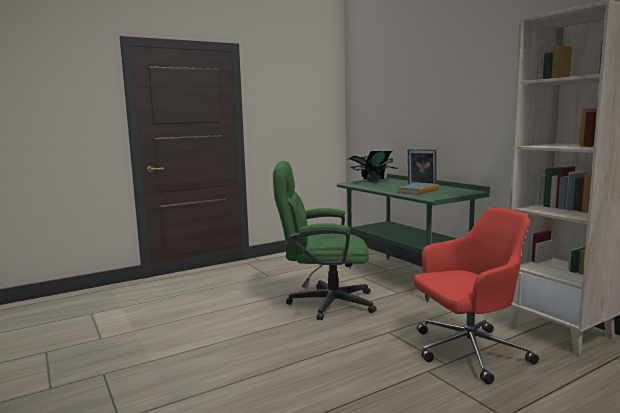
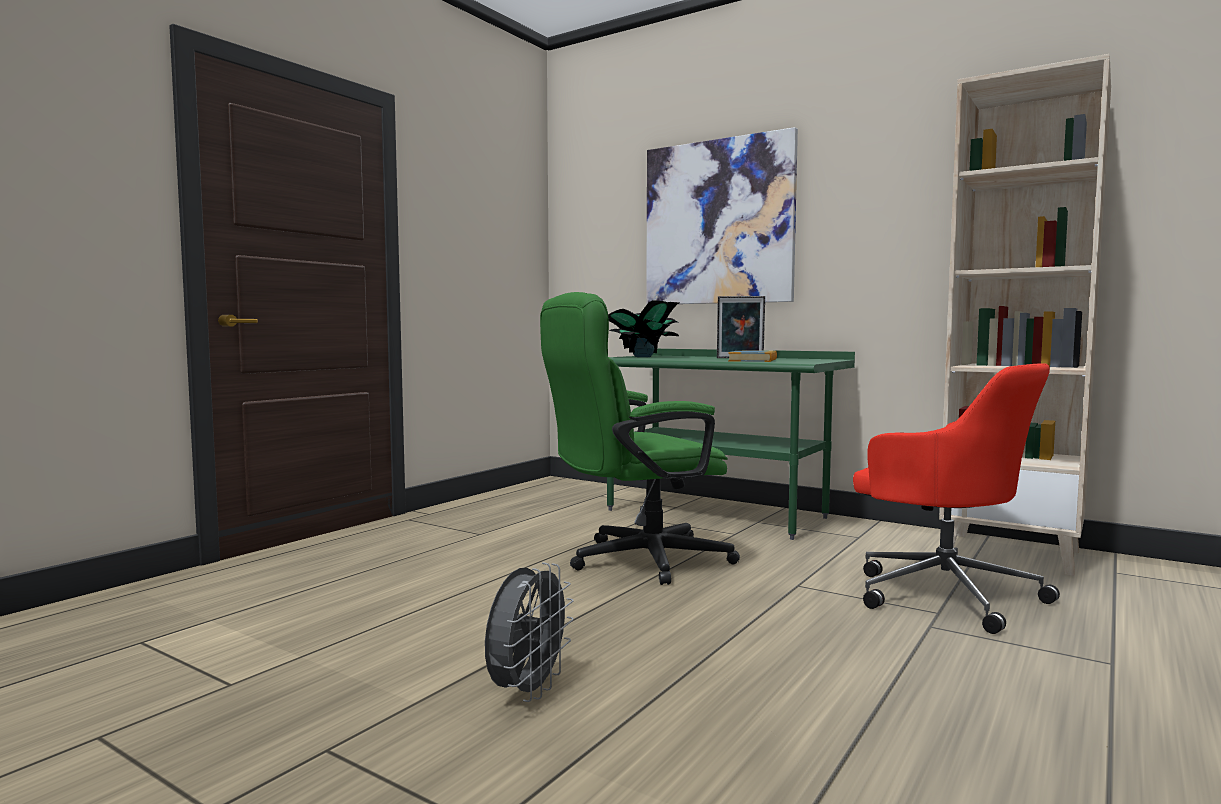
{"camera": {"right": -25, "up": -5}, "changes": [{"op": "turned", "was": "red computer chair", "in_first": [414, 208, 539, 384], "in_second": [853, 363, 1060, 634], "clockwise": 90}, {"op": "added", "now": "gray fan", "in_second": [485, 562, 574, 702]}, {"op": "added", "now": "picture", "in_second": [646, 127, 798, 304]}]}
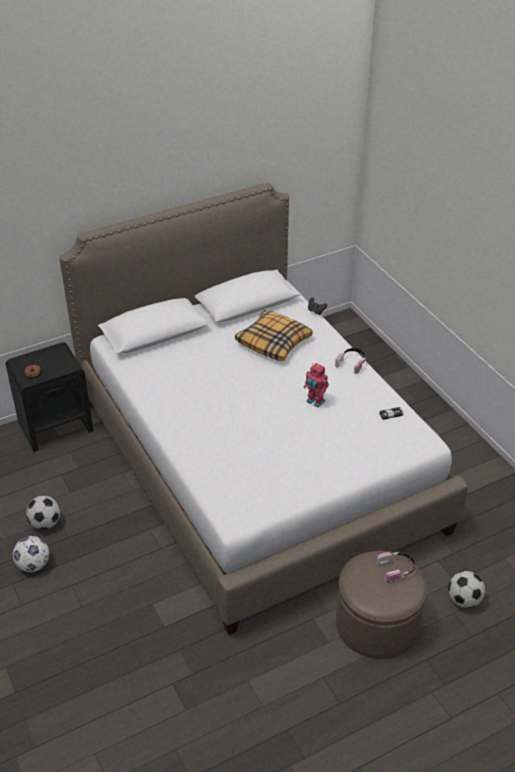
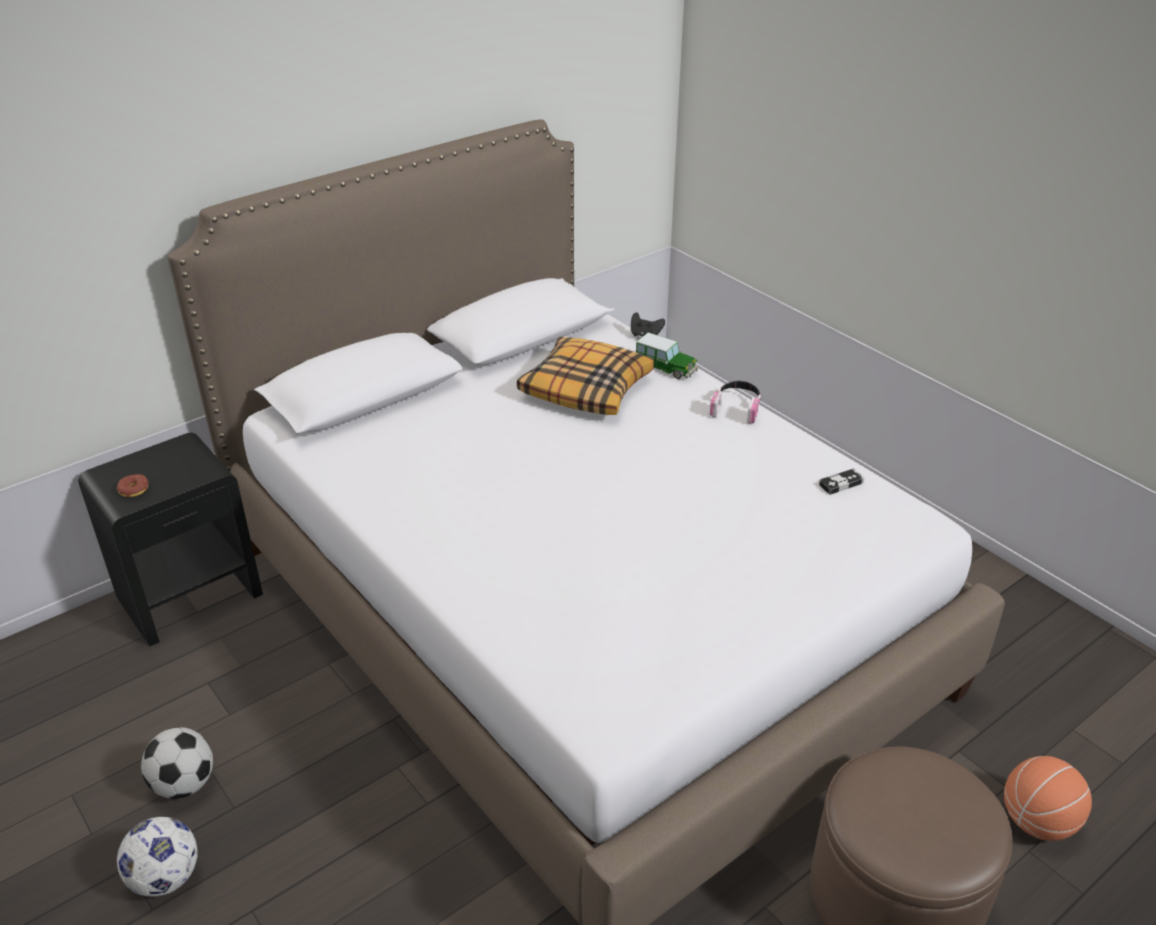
{"camera": {"right": -10, "up": -5}, "changes": [{"op": "removed", "was": "robot figure", "in_first": [303, 363, 329, 408]}, {"op": "removed", "was": "pair of headphones", "in_first": [377, 552, 415, 583]}, {"op": "replaced", "was": "football", "now": "basketball", "in_first": [448, 571, 485, 608], "in_second": [1004, 756, 1092, 841]}, {"op": "added", "now": "model car", "in_second": [636, 332, 699, 379]}]}
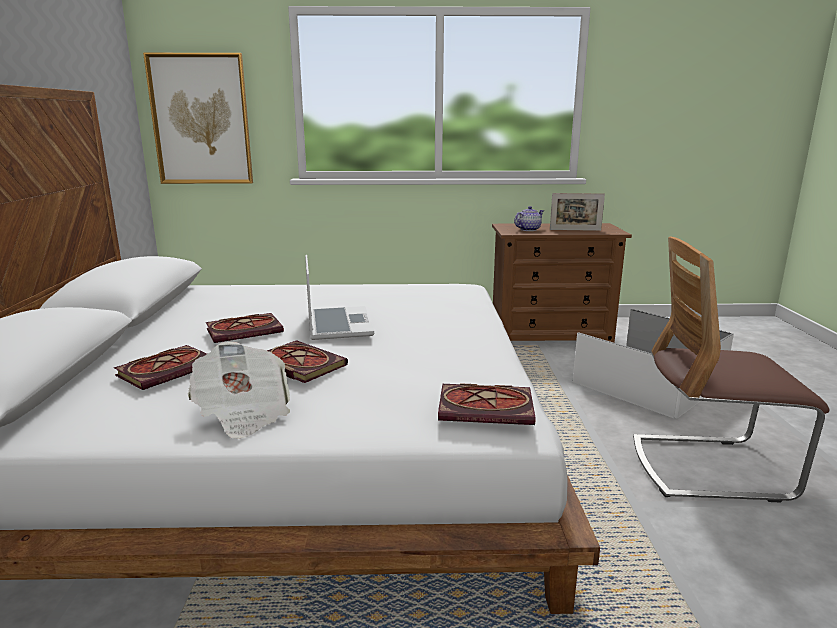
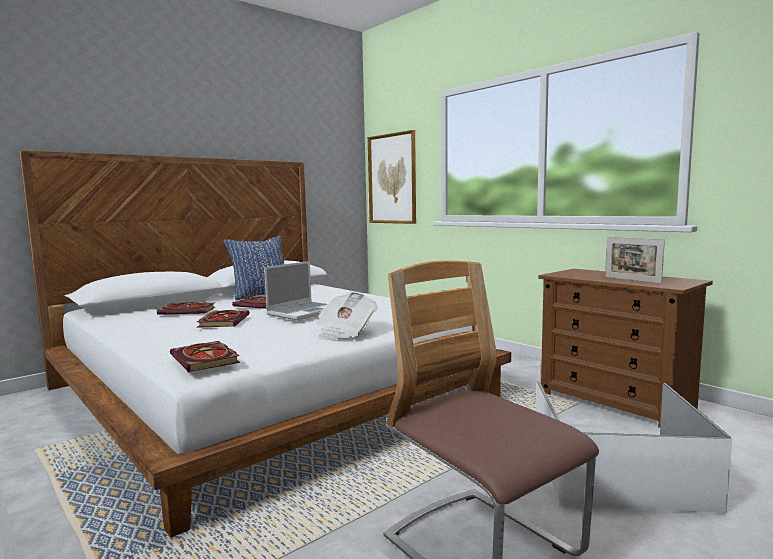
{"camera": {"right": 50, "up": -10}, "changes": [{"op": "moved", "was": "printed paper", "in_first": [188, 342, 290, 439], "in_second": [317, 292, 378, 340]}, {"op": "removed", "was": "tea pot", "in_first": [514, 206, 544, 231]}, {"op": "added", "now": "blue cushion", "in_second": [223, 236, 284, 300]}]}
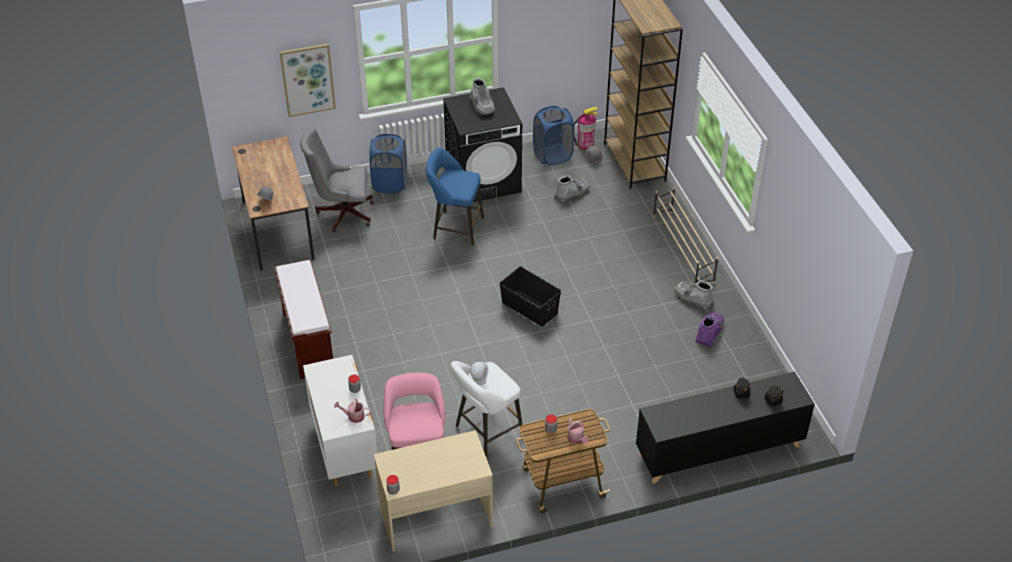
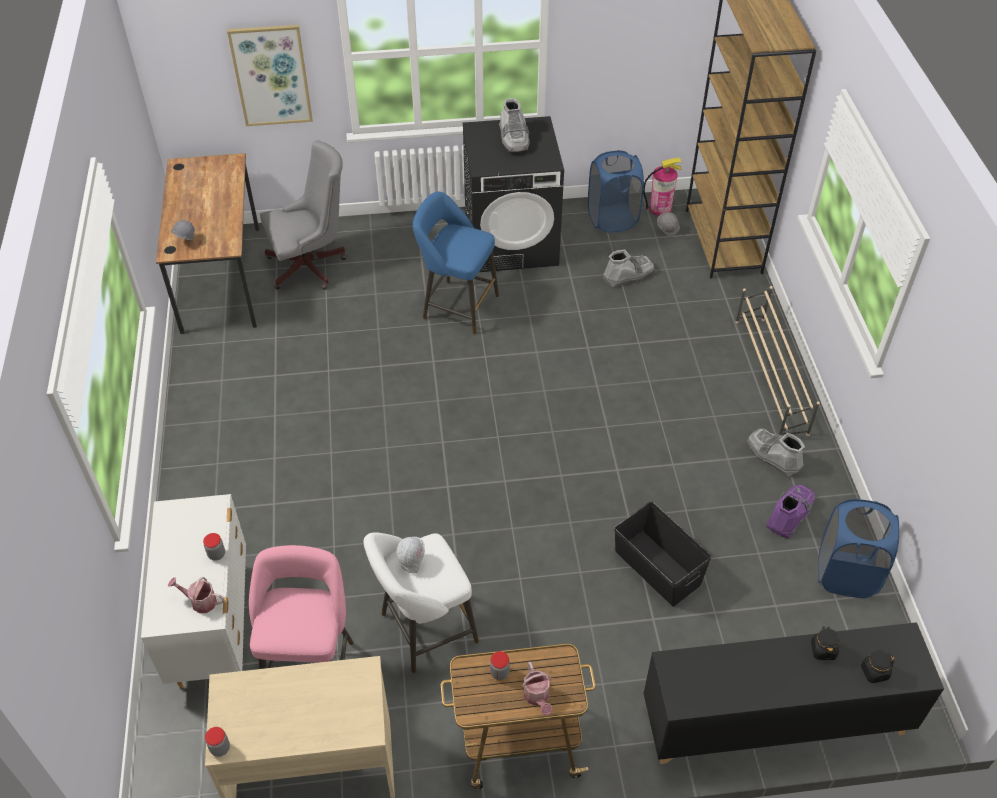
{"camera": {"right": 10, "up": 5}, "changes": [{"op": "removed", "was": "brown-coloured indoor bench", "in_first": [274, 260, 333, 379]}, {"op": "turned", "was": "gray computer chair", "in_first": [300, 128, 374, 232], "in_second": [260, 140, 347, 290], "clockwise": 150}, {"op": "moved", "was": "blue laundry basket", "in_first": [370, 134, 407, 194], "in_second": [818, 499, 899, 598]}, {"op": "moved", "was": "black-coloured storage box", "in_first": [500, 266, 561, 327], "in_second": [614, 501, 712, 607]}]}
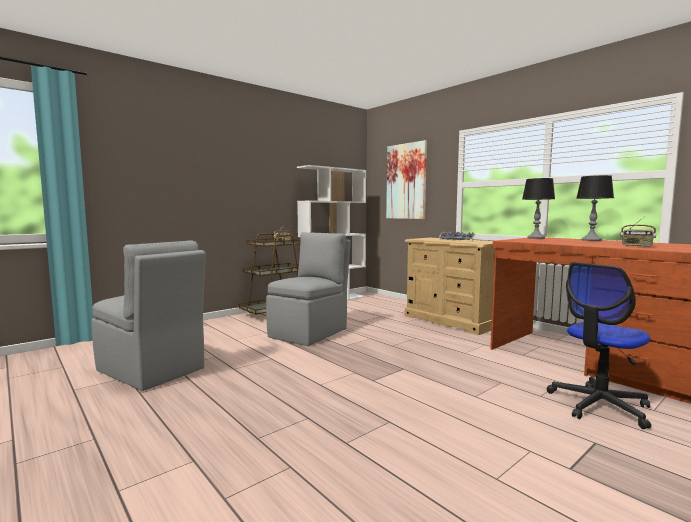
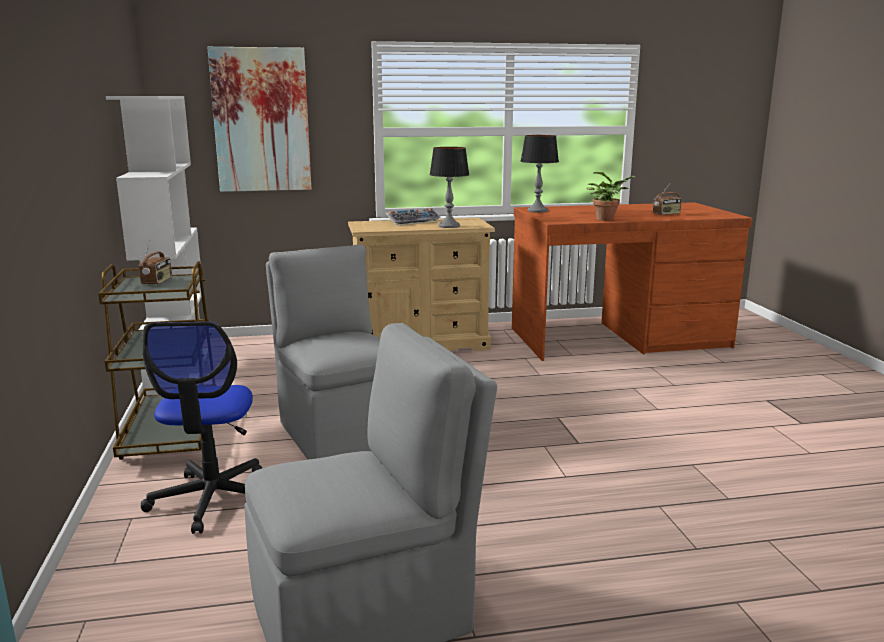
{"camera": {"right": -60, "up": 10}, "changes": [{"op": "moved", "was": "computer chair", "in_first": [547, 262, 651, 429], "in_second": [141, 322, 262, 534]}, {"op": "moved", "was": "table lamp", "in_first": [576, 175, 614, 241], "in_second": [430, 147, 469, 228]}, {"op": "added", "now": "houseplant", "in_second": [587, 172, 636, 221]}]}
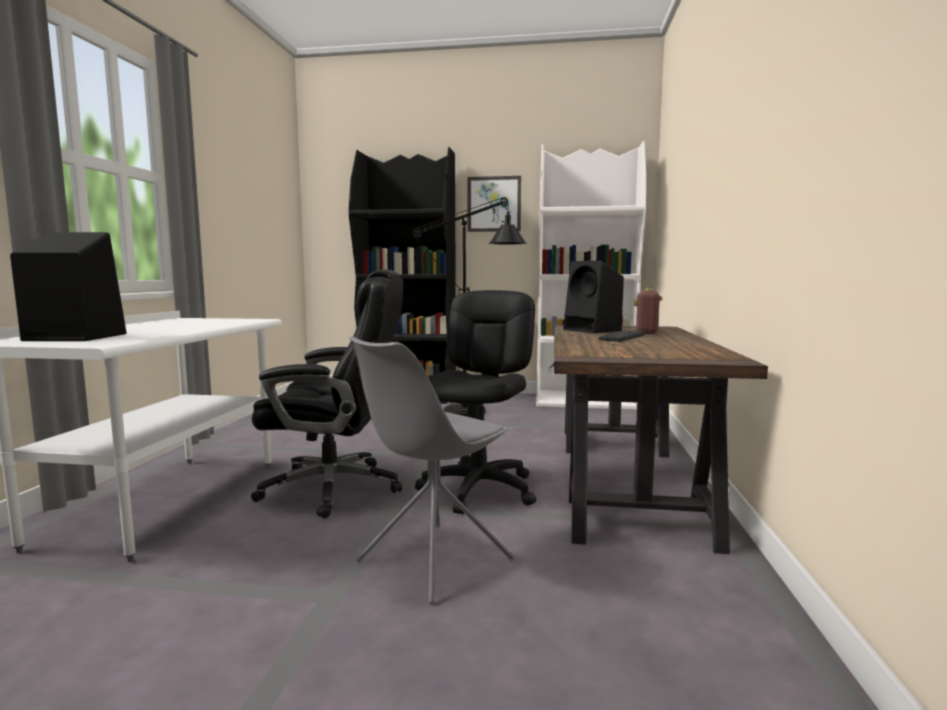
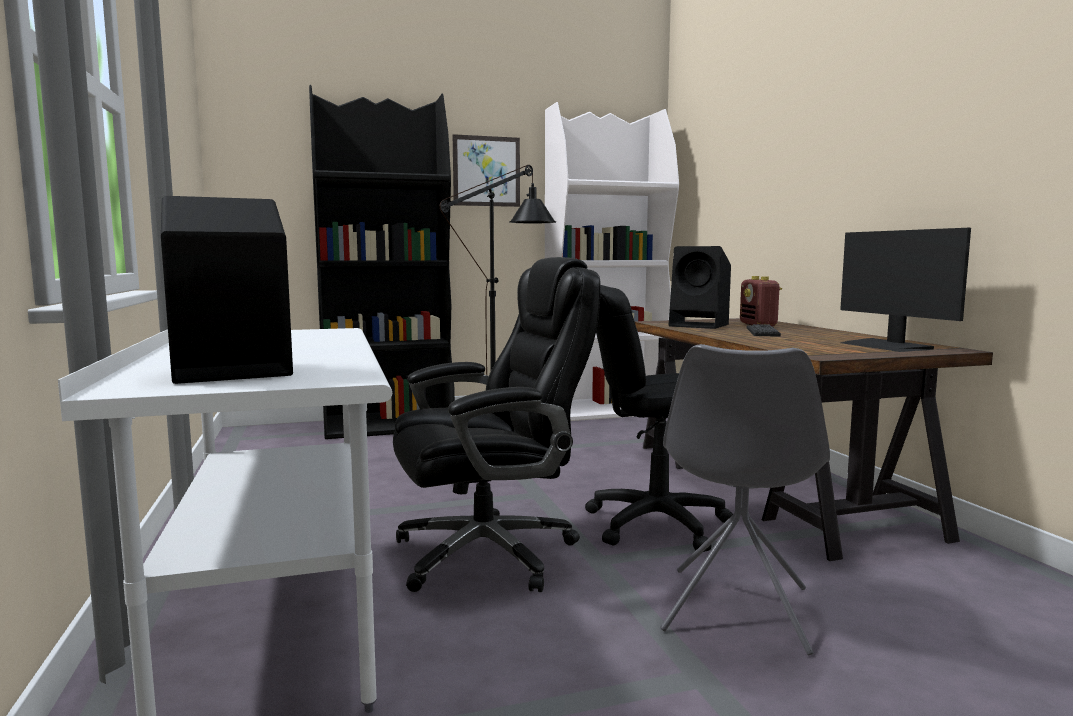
{"camera": {"right": -25, "up": 0}, "changes": [{"op": "turned", "was": "black-coloured computer chair", "in_first": [415, 290, 536, 514], "in_second": [585, 285, 733, 552], "clockwise": -90}, {"op": "added", "now": "computer screen", "in_second": [840, 228, 971, 352]}]}
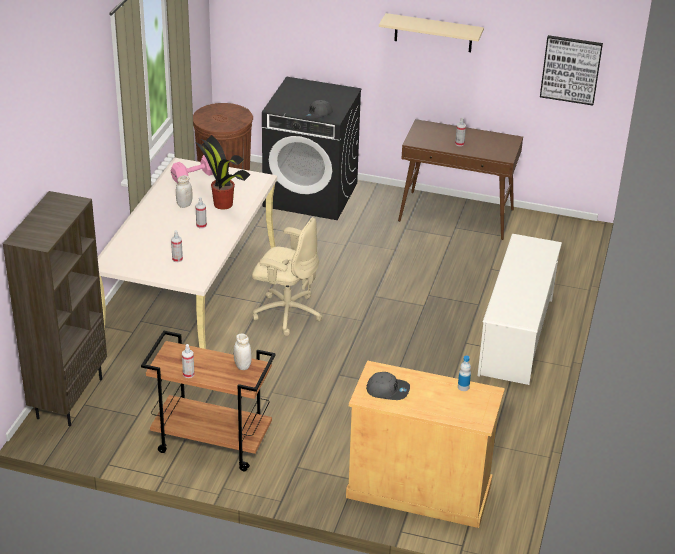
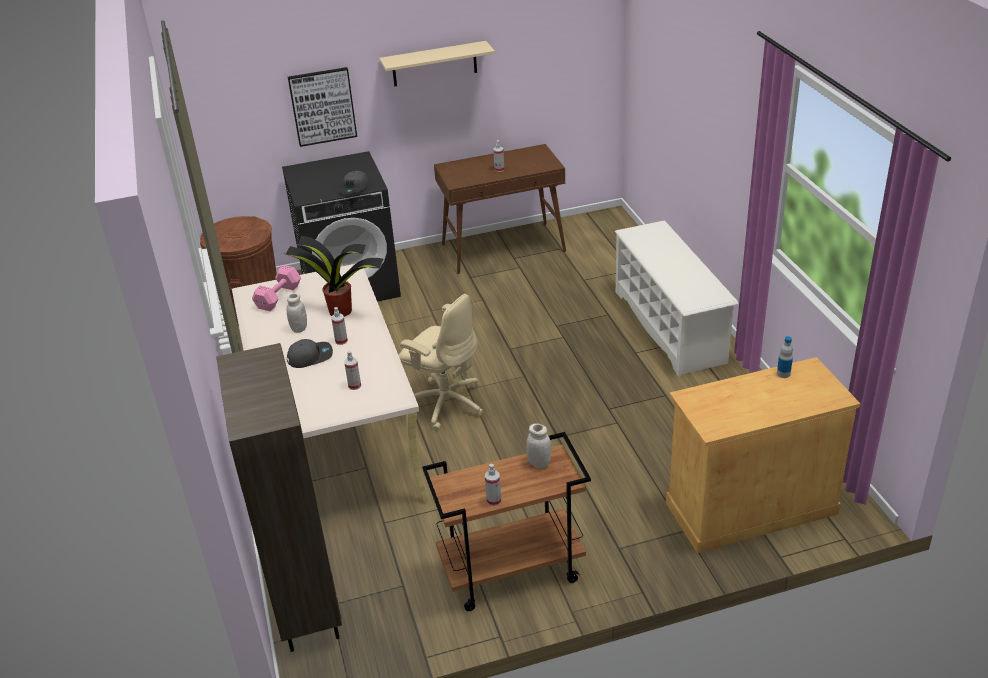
{"camera": {"right": -30, "up": 0}, "changes": [{"op": "turned", "was": "beige-coloured computer chair", "in_first": [252, 217, 322, 336], "in_second": [399, 294, 483, 430], "clockwise": 45}, {"op": "moved", "was": "gray peaked cap", "in_first": [366, 372, 410, 400], "in_second": [287, 339, 333, 368]}, {"op": "moved", "was": "picture", "in_first": [540, 35, 603, 105], "in_second": [288, 67, 357, 147]}]}
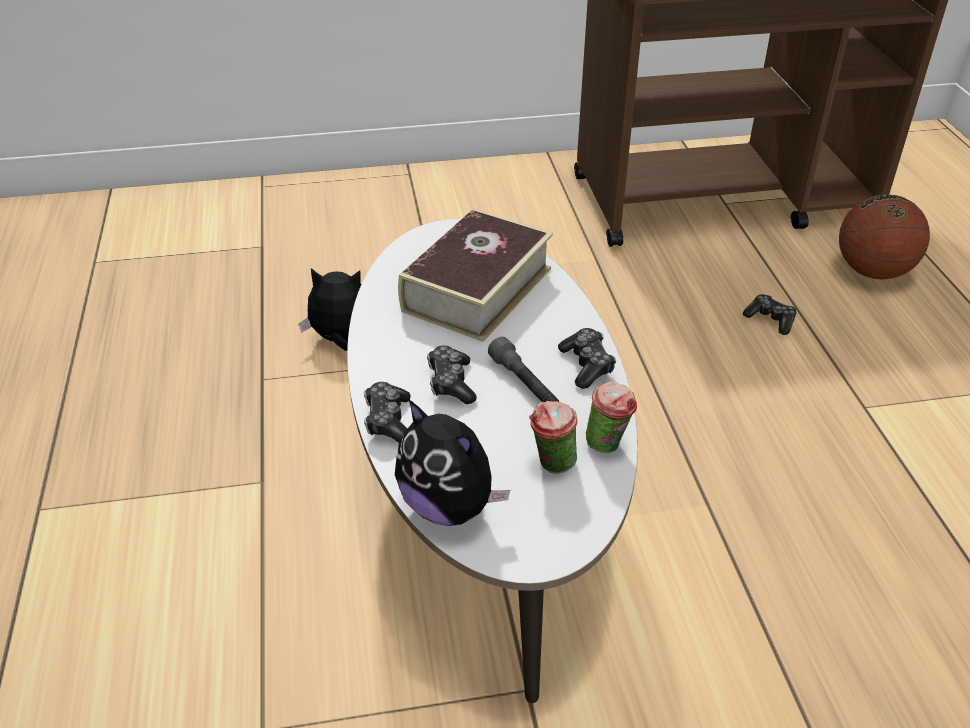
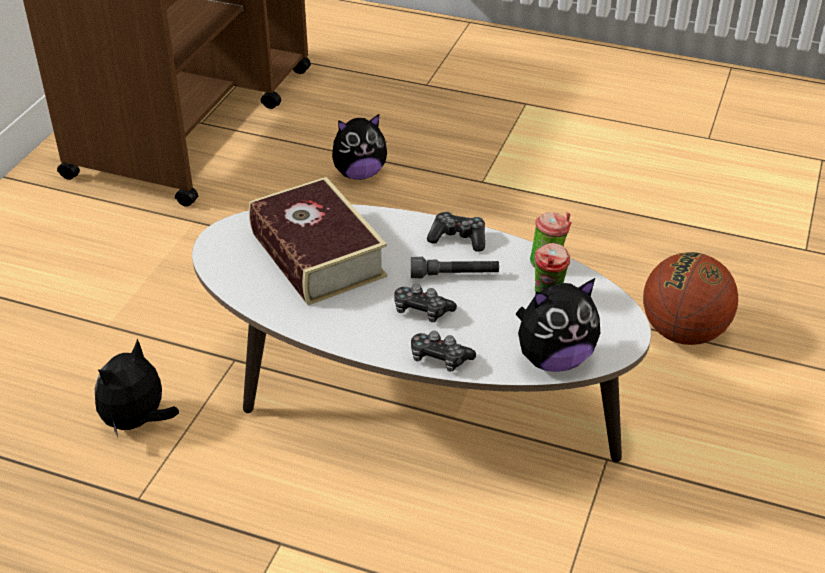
{"camera": {"right": -60, "up": 0}, "changes": [{"op": "replaced", "was": "gamepad", "now": "plush toy", "in_first": [743, 294, 796, 335], "in_second": [332, 114, 387, 180]}, {"op": "moved", "was": "basketball", "in_first": [839, 194, 930, 279], "in_second": [643, 252, 738, 345]}]}
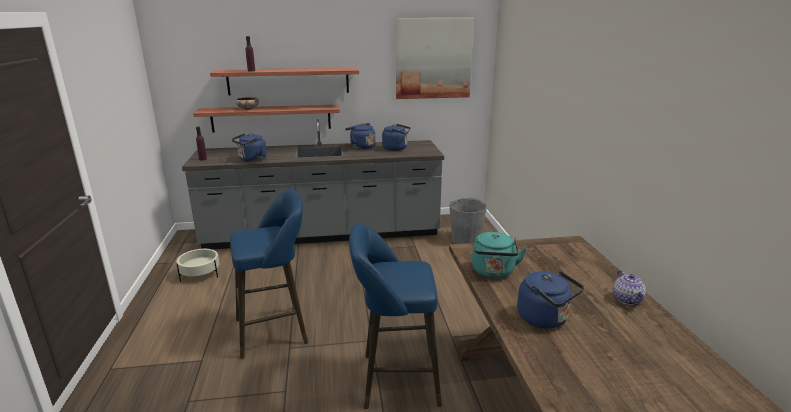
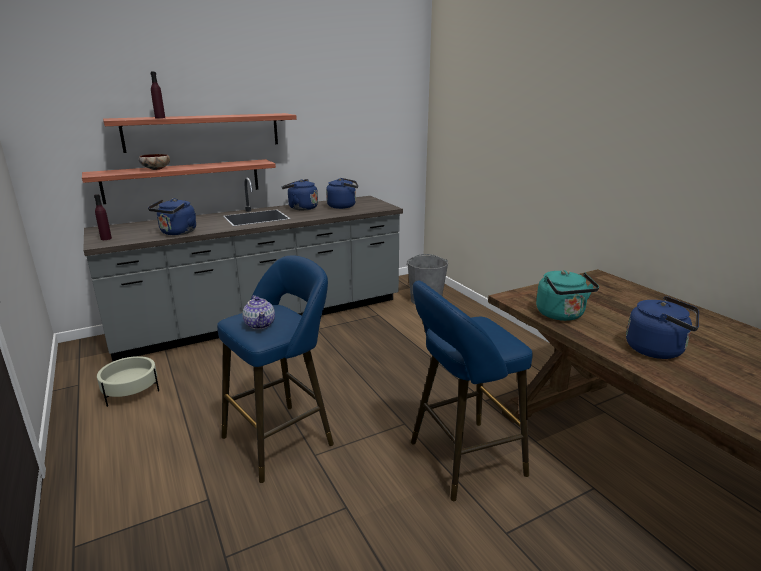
{"camera": {"right": -20, "up": 0}, "changes": [{"op": "removed", "was": "picture", "in_first": [396, 18, 474, 99]}, {"op": "moved", "was": "tea pot", "in_first": [613, 270, 646, 305], "in_second": [243, 295, 275, 329]}]}
